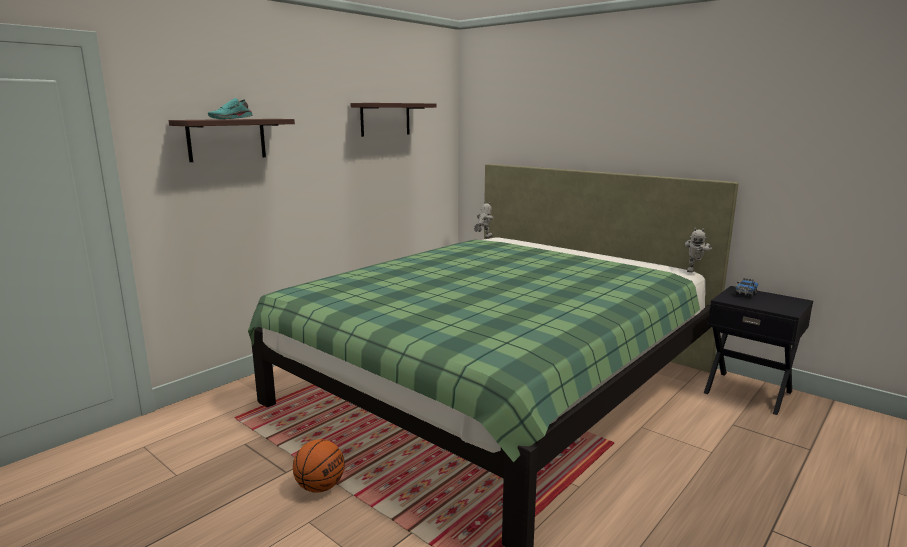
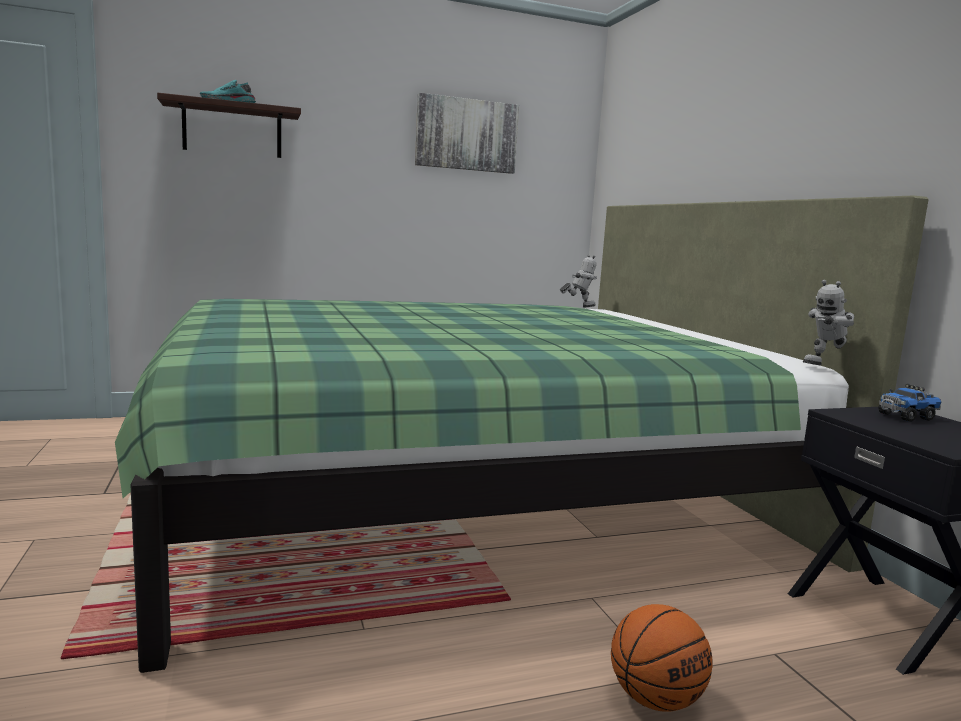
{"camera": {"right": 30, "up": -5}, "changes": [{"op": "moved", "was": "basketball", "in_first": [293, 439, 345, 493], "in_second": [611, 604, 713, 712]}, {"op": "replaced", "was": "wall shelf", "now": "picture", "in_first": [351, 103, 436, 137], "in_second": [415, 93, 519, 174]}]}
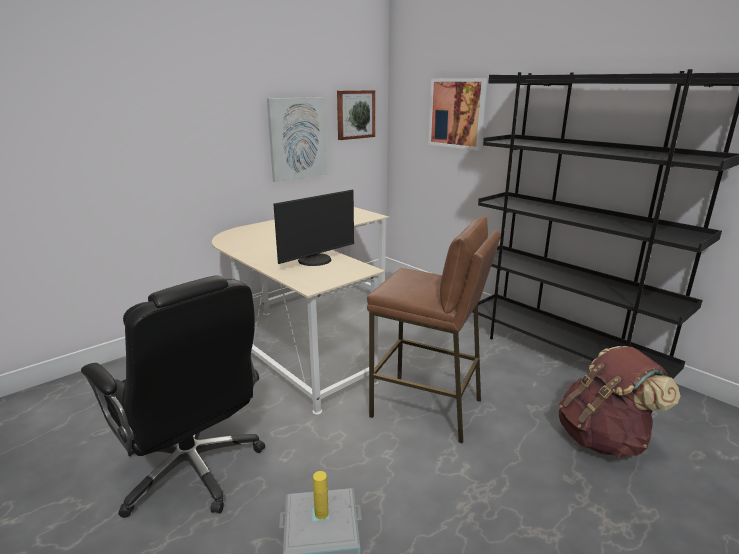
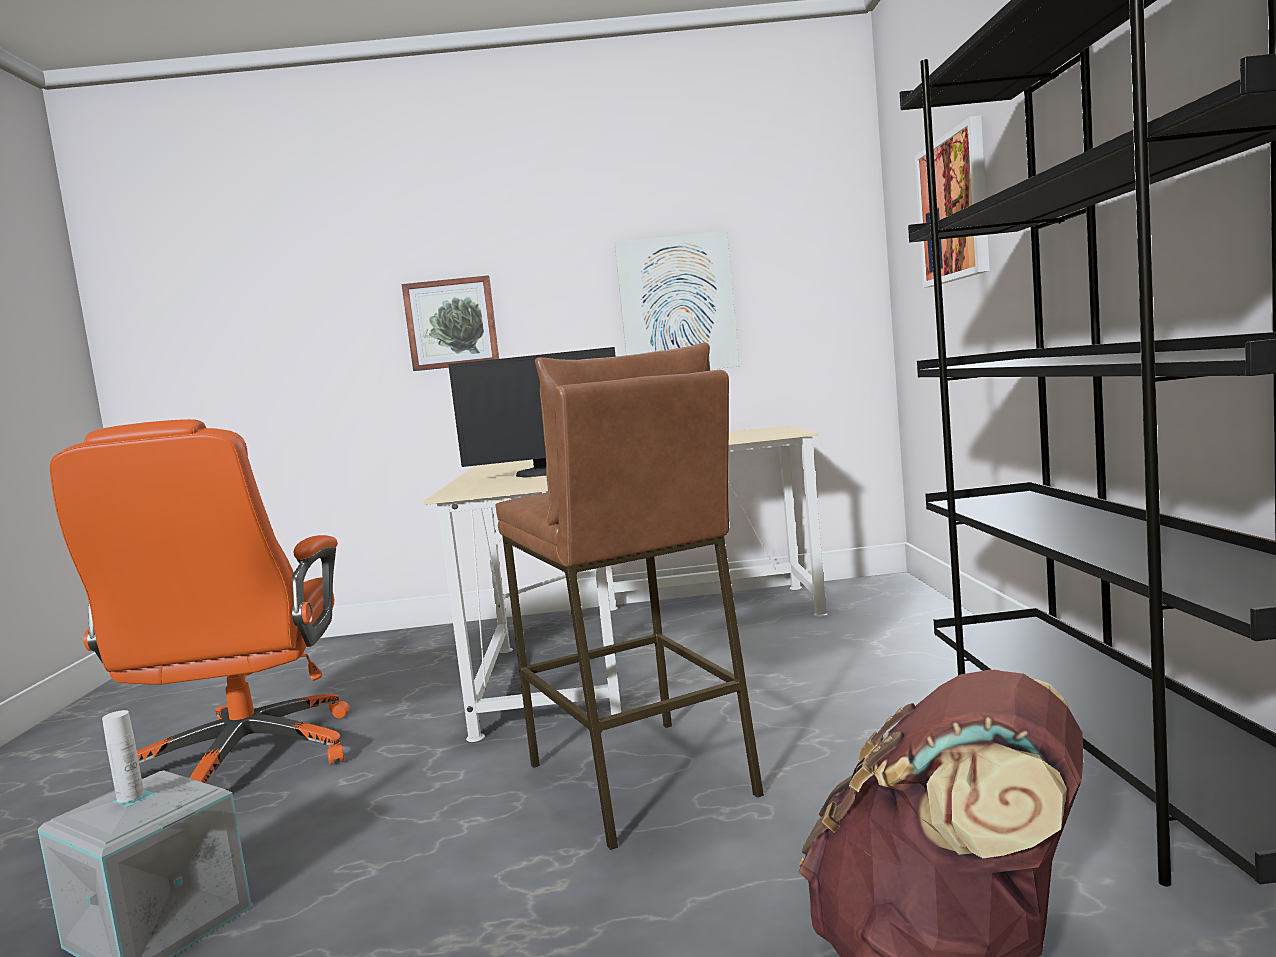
{"camera": {"right": 40, "up": -15}, "changes": [{"op": "recoloured", "was": "black-coloured computer chair", "now": "orange computer chair", "in_first": [81, 275, 266, 518], "in_second": [50, 419, 350, 784]}, {"op": "recoloured", "was": "yellowish beverage bottle", "now": "white-coloured beverage bottle", "in_first": [313, 471, 329, 520], "in_second": [102, 710, 144, 803]}, {"op": "moved", "was": "picture", "in_first": [337, 90, 375, 140], "in_second": [402, 275, 499, 371]}]}
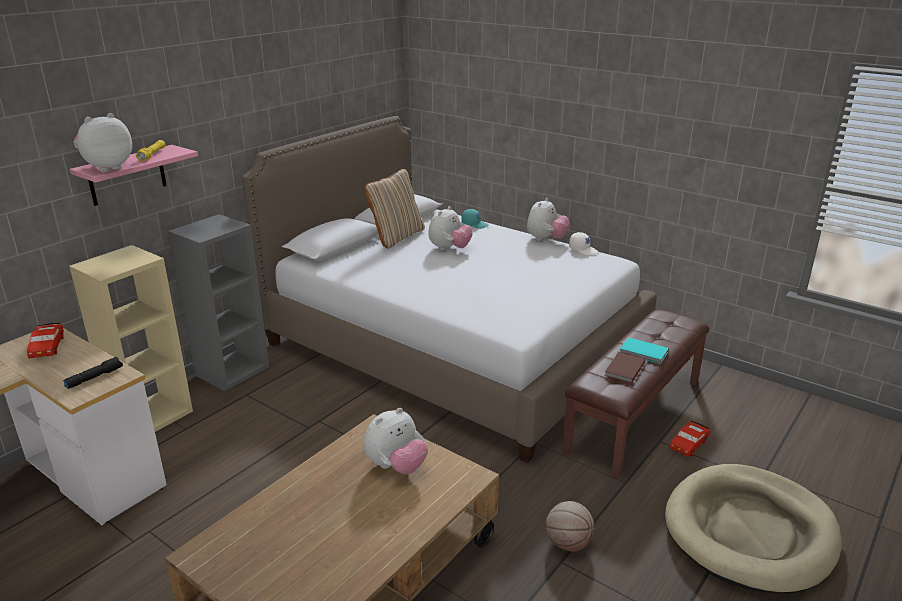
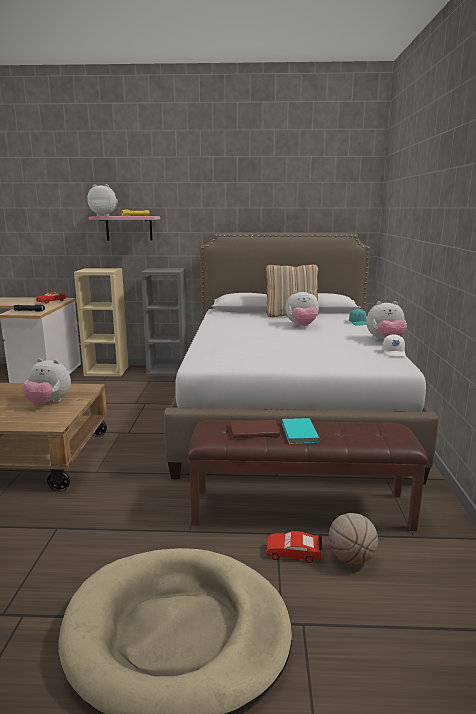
{"camera": {"right": 55, "up": -10}, "changes": [{"op": "moved", "was": "basketball", "in_first": [546, 501, 594, 552], "in_second": [329, 513, 378, 565]}]}
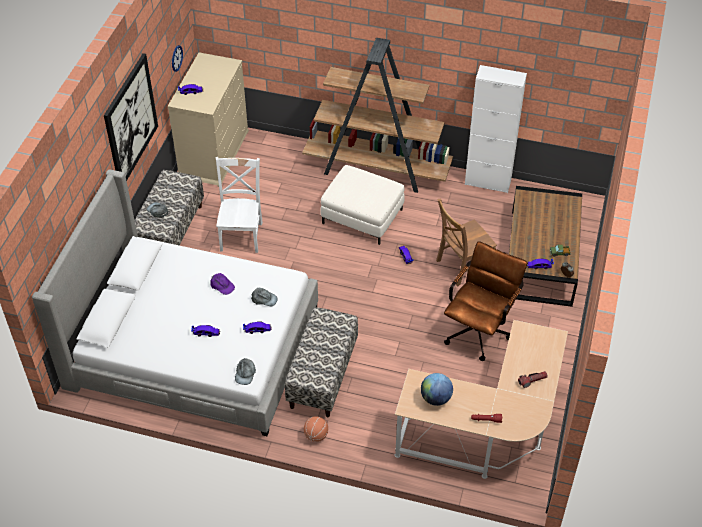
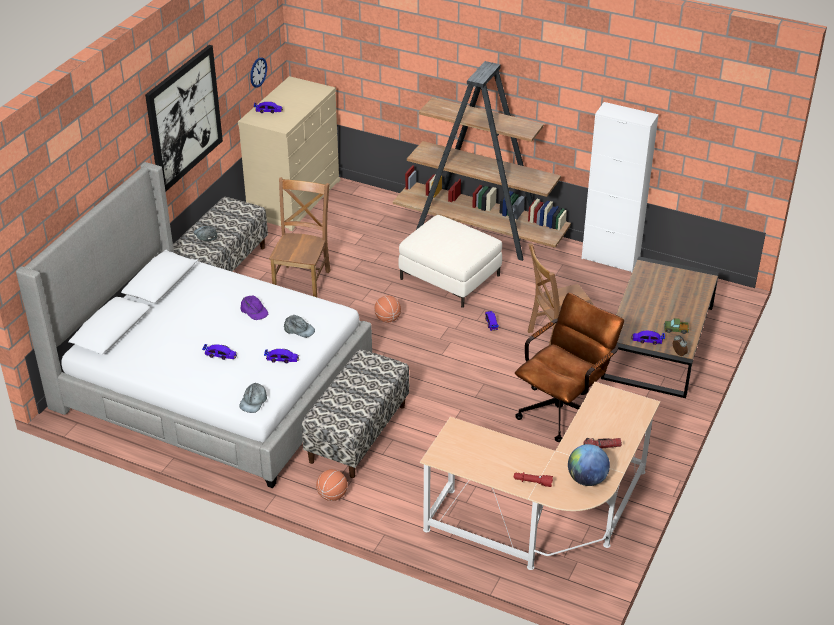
{"camera": {"right": 10, "up": -10}, "changes": [{"op": "recoloured", "was": "white-coloured plain chair", "now": "brown-coloured plain chair", "in_first": [216, 157, 263, 253], "in_second": [269, 177, 331, 297]}, {"op": "moved", "was": "globe", "in_first": [421, 373, 453, 406], "in_second": [568, 444, 610, 486]}, {"op": "added", "now": "basketball", "in_second": [374, 296, 401, 322]}]}
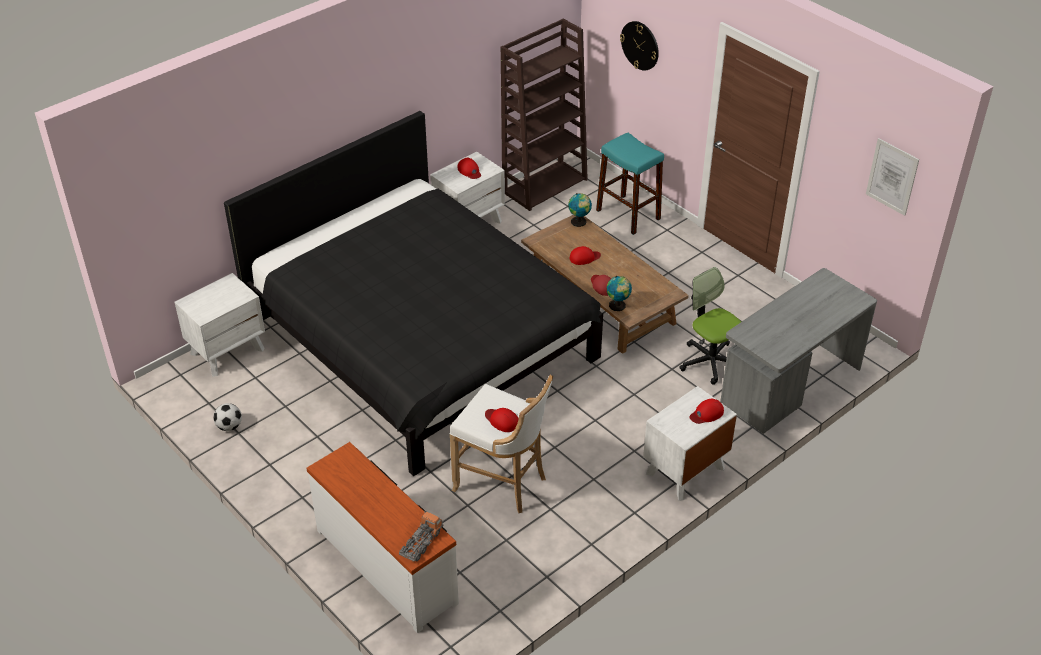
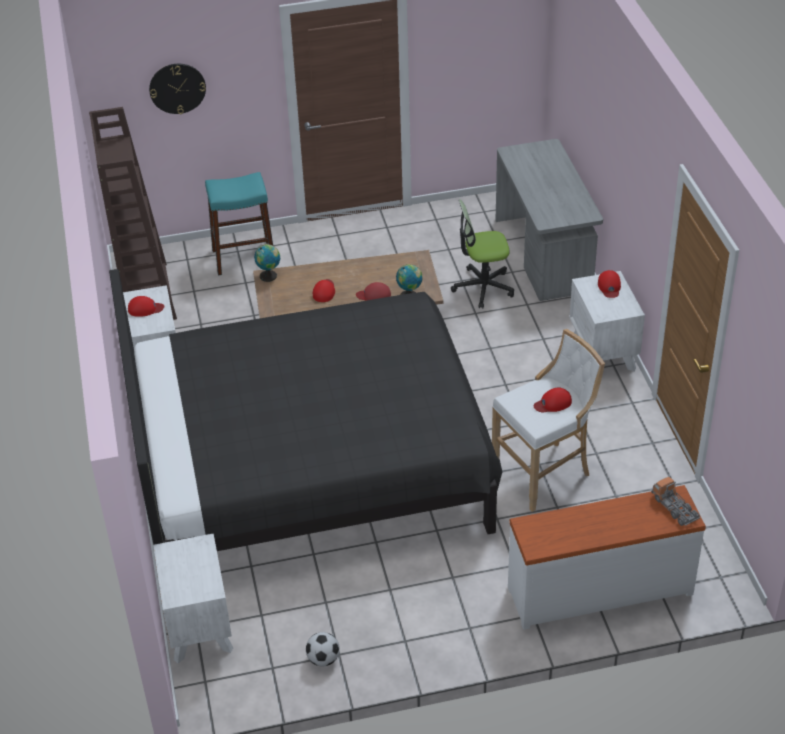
{"camera": {"right": -60, "up": 0}, "changes": [{"op": "removed", "was": "picture", "in_first": [866, 138, 919, 216]}]}
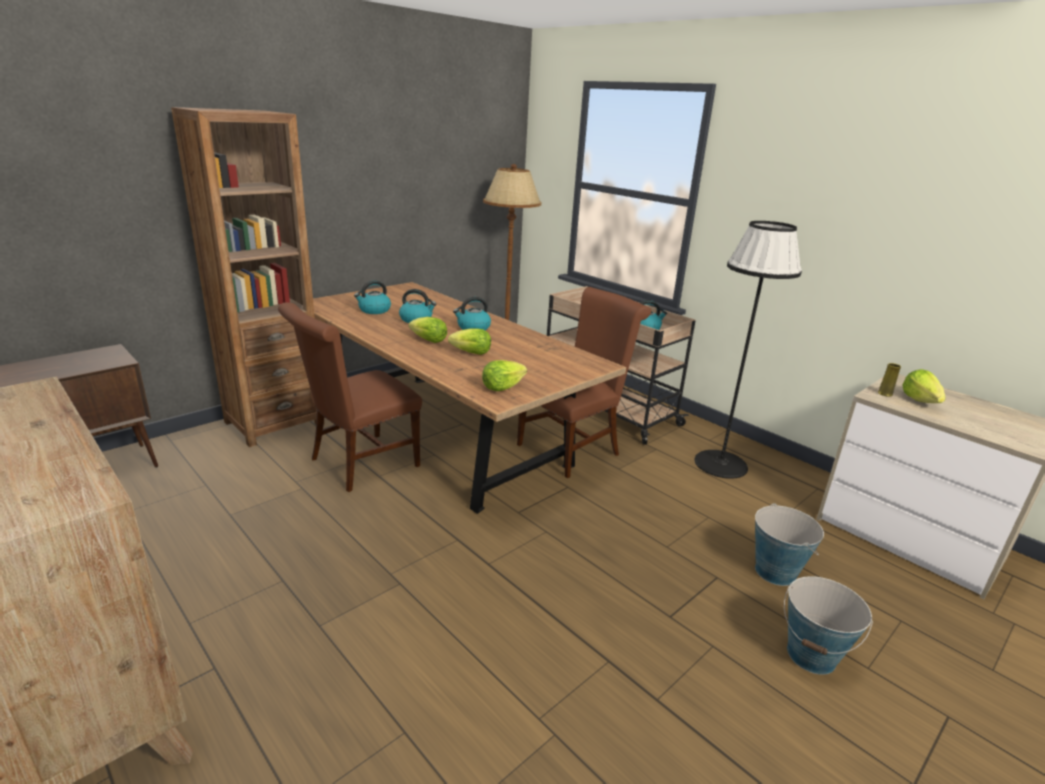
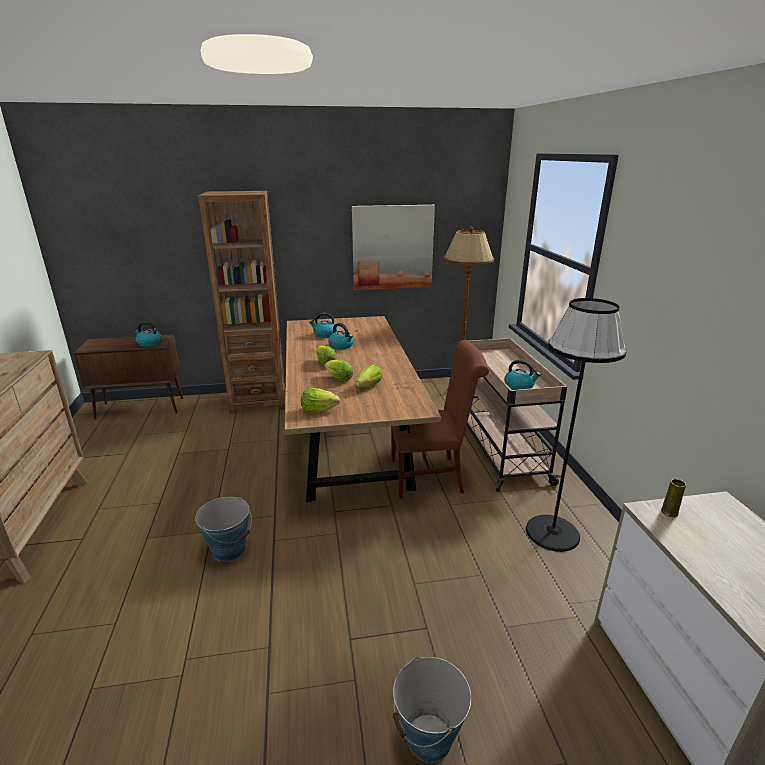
{"camera": {"right": 35, "up": 0}, "changes": [{"op": "removed", "was": "brown-coloured plain chair", "in_first": [278, 302, 422, 492]}, {"op": "moved", "was": "tea kettle", "in_first": [453, 297, 491, 330], "in_second": [133, 322, 162, 347]}, {"op": "moved", "was": "bucket", "in_first": [755, 503, 824, 586], "in_second": [195, 496, 252, 562]}, {"op": "moved", "was": "head of lettuce", "in_first": [902, 369, 946, 403], "in_second": [355, 364, 382, 387]}, {"op": "added", "now": "picture", "in_second": [352, 205, 435, 290]}]}
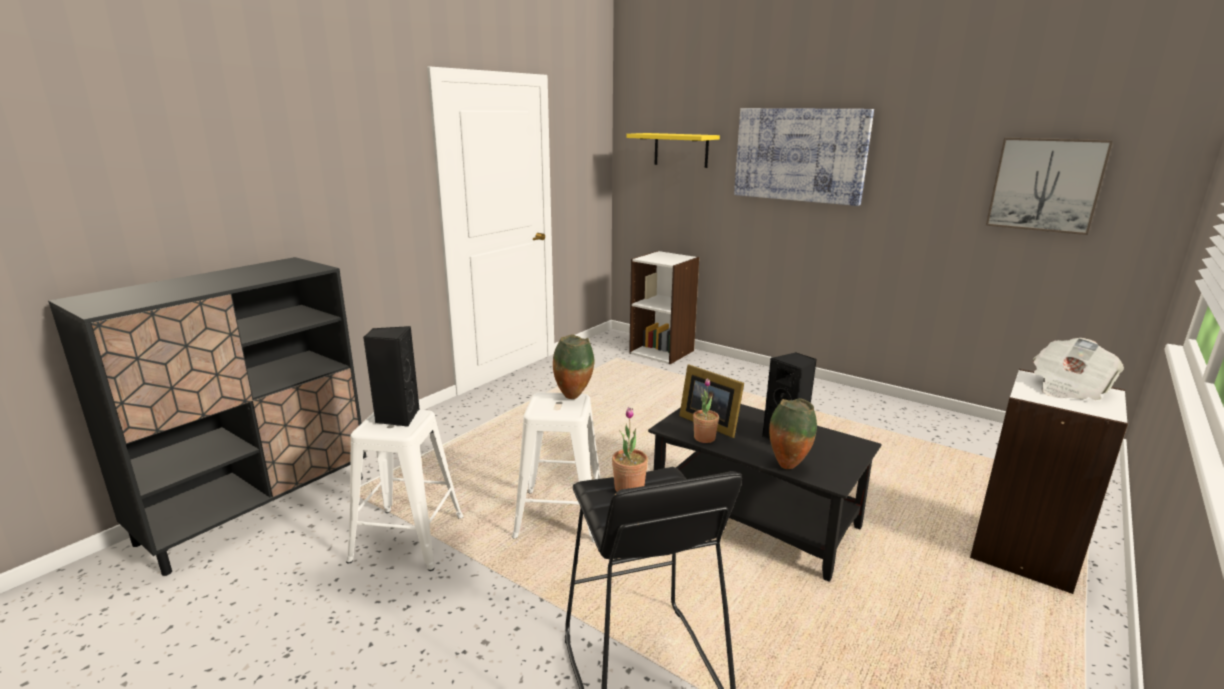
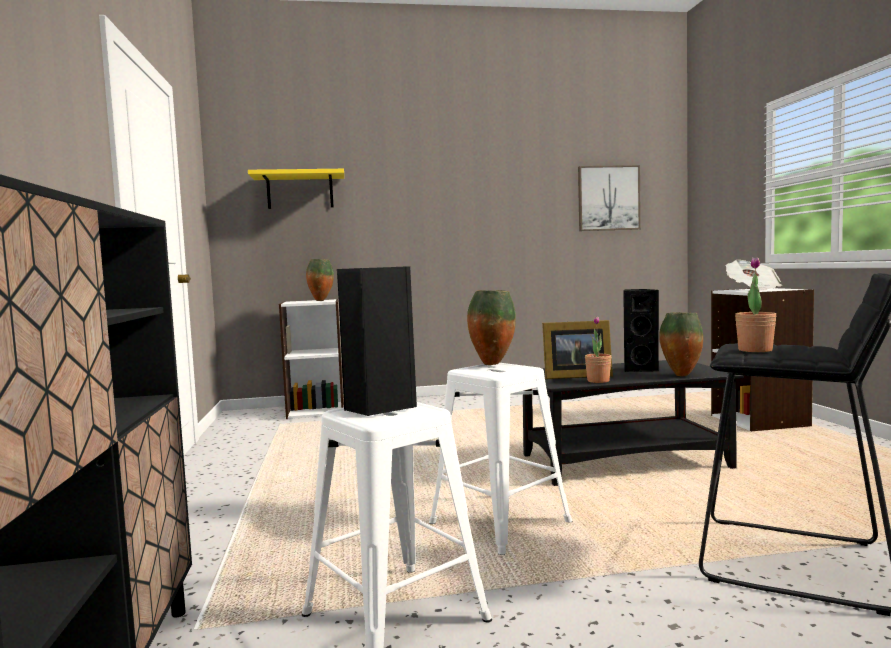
{"camera": {"right": -45, "up": -15}, "changes": [{"op": "removed", "was": "picture", "in_first": [734, 108, 874, 206]}, {"op": "added", "now": "flower vase", "in_second": [306, 259, 334, 301]}]}
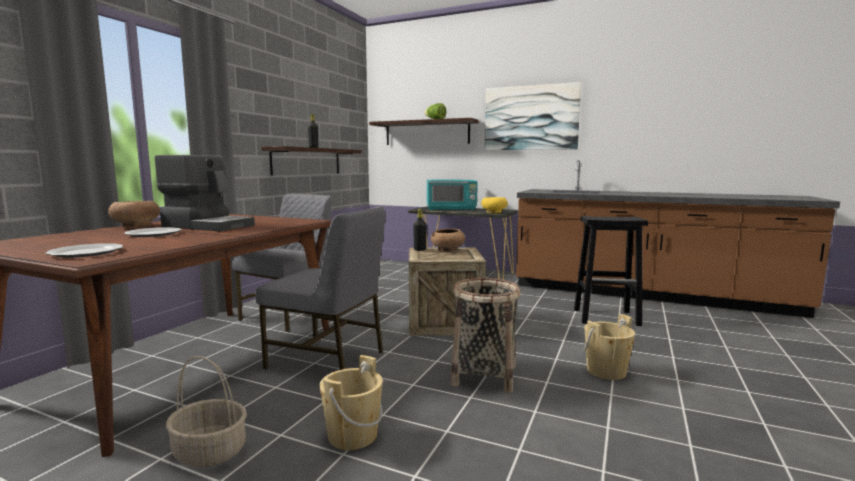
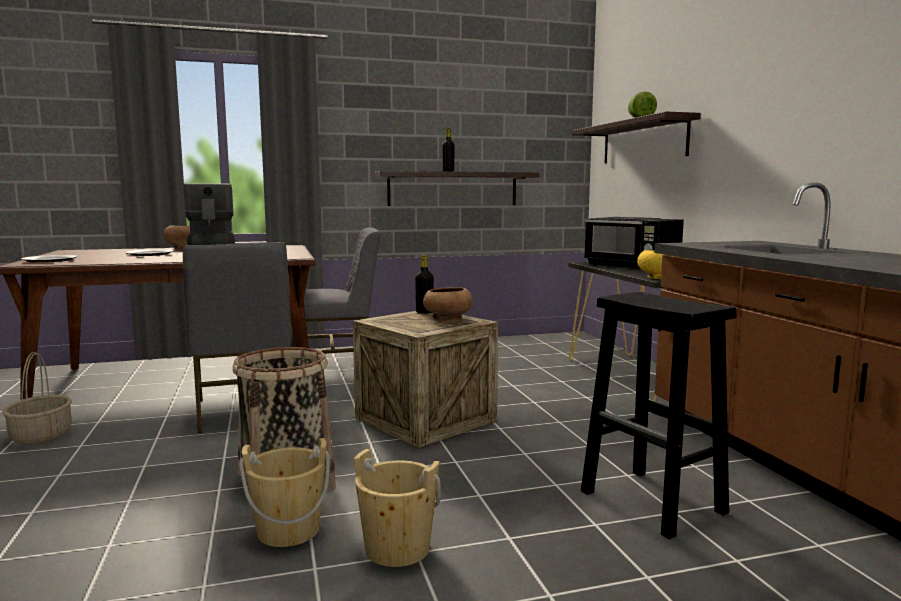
{"camera": {"right": 50, "up": 0}, "changes": [{"op": "moved", "was": "beige-coloured bucket", "in_first": [319, 355, 383, 450], "in_second": [239, 438, 330, 547]}, {"op": "recoloured", "was": "turquoise-coloured microwave", "now": "black-coloured microwave", "in_first": [427, 179, 477, 210], "in_second": [584, 217, 684, 269]}, {"op": "removed", "was": "picture", "in_first": [484, 82, 581, 150]}]}
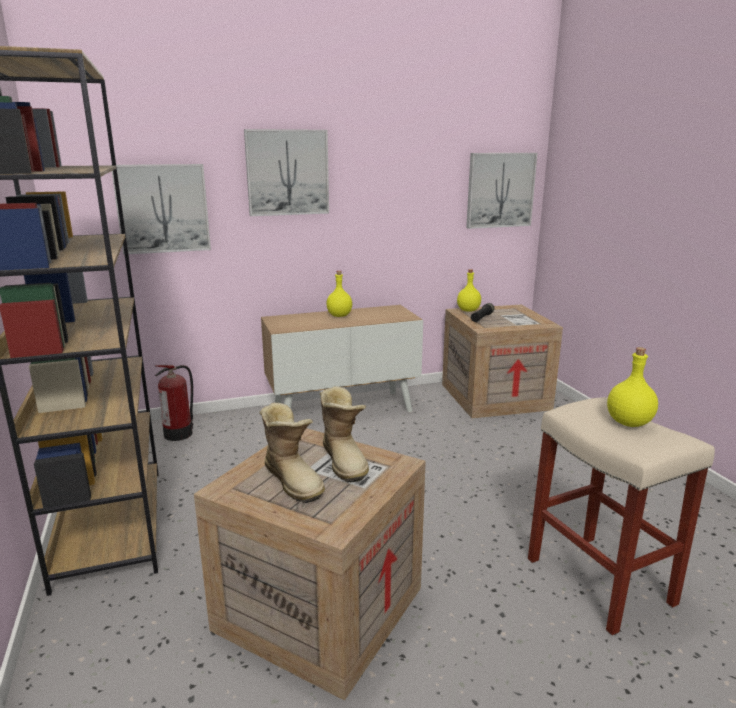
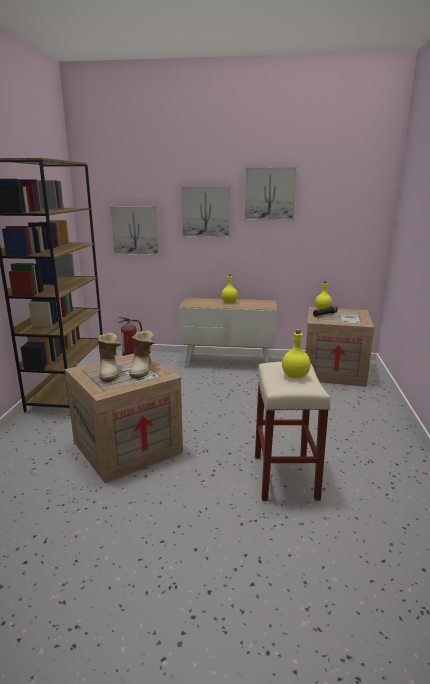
{"camera": {"right": 25, "up": 0}, "changes": [{"op": "moved", "was": "picture", "in_first": [466, 153, 538, 229], "in_second": [244, 167, 297, 221]}]}
